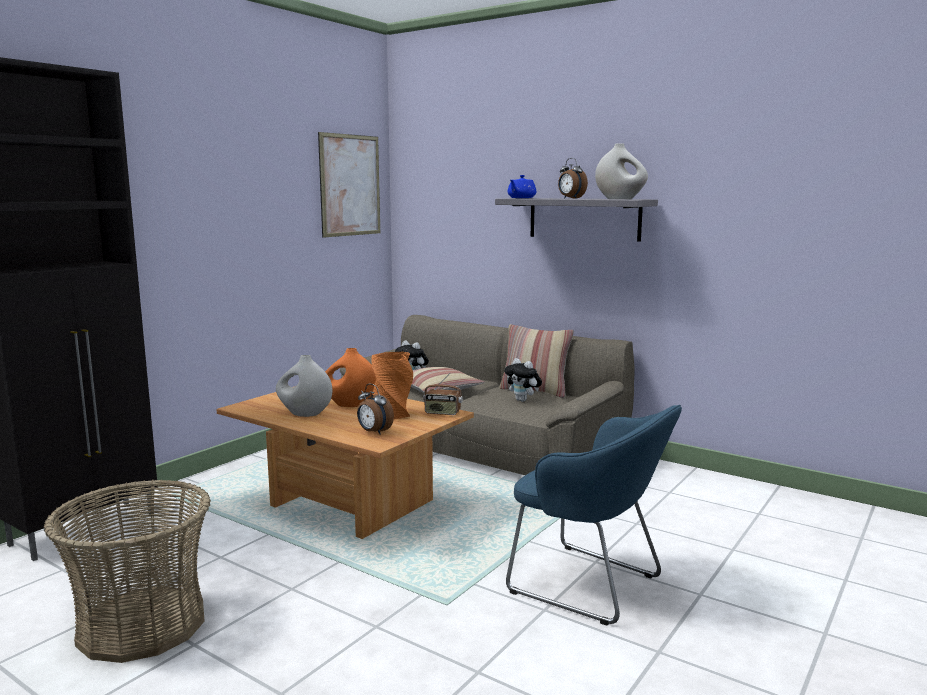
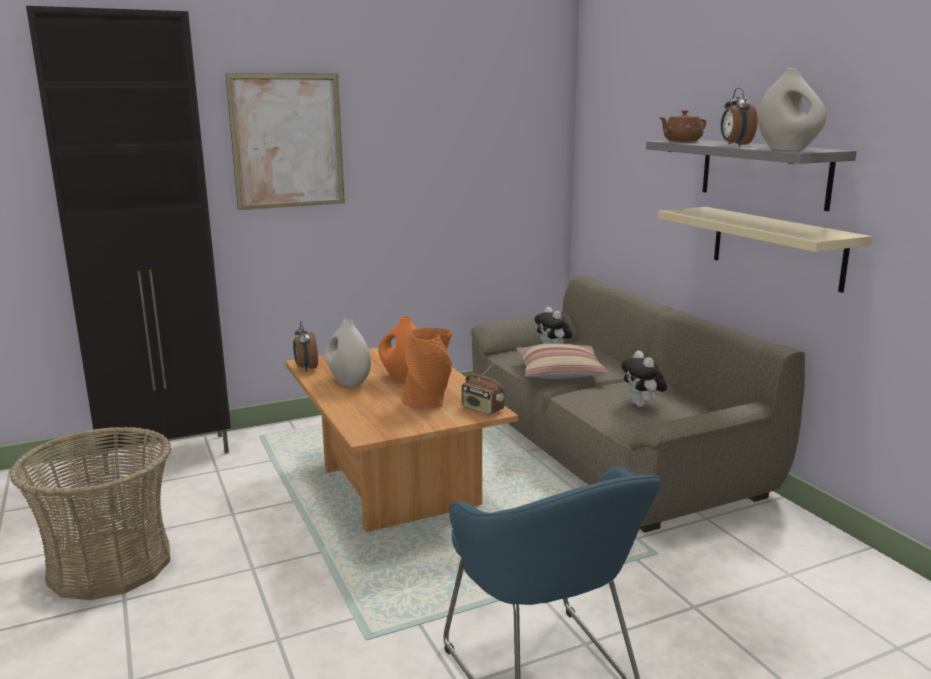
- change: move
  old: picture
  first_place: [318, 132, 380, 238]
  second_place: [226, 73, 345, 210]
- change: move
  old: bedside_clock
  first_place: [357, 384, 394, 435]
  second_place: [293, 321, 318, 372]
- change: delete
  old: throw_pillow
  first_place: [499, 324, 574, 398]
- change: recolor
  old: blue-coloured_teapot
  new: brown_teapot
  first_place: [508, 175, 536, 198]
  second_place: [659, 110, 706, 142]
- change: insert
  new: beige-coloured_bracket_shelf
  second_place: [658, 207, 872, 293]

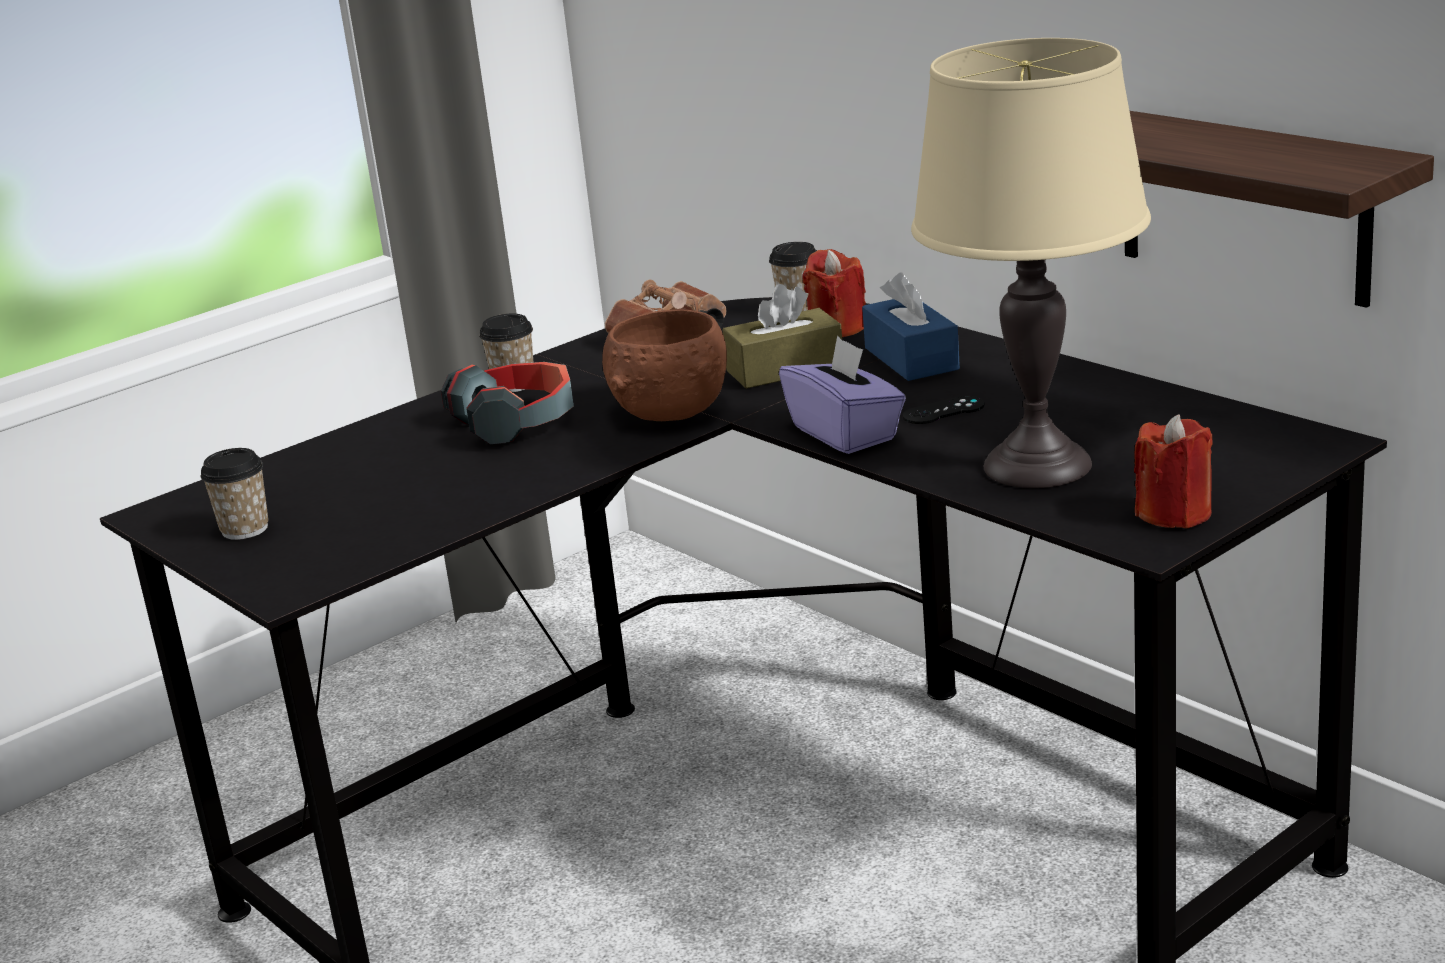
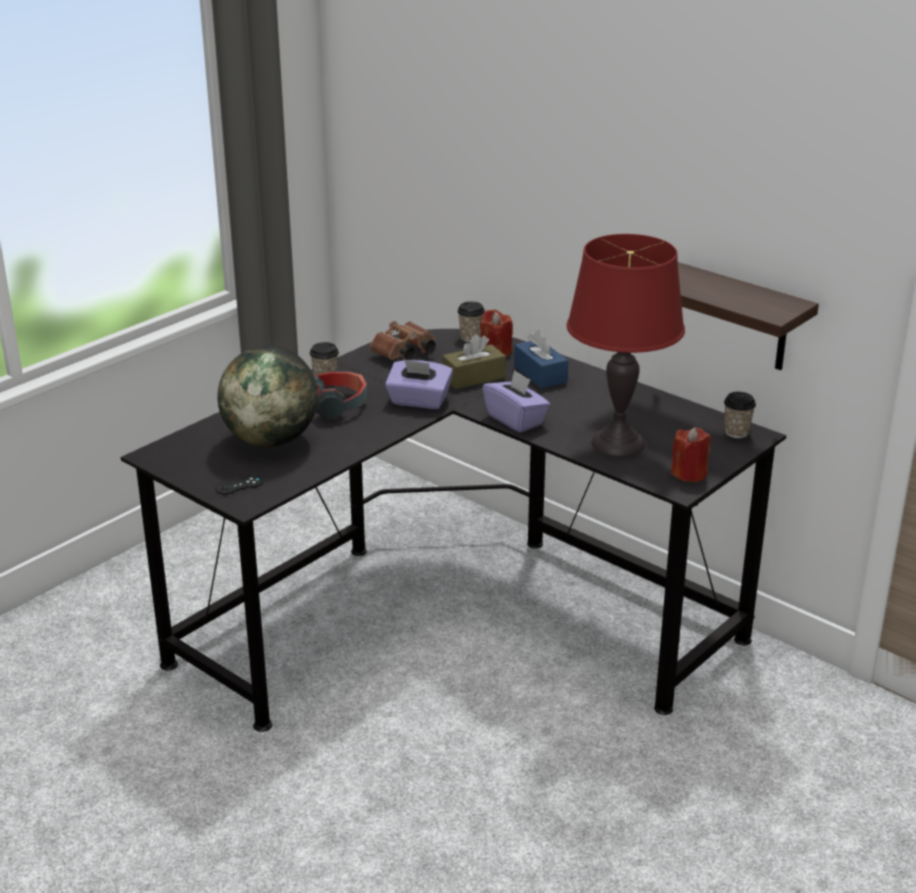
- change: move
  old: drinking_cup
  first_place: [201, 448, 268, 540]
  second_place: [724, 392, 756, 438]
- change: replace
  old: brown_serving_bowl
  new: purple_box_of_tissues
  first_place: [602, 309, 727, 421]
  second_place: [385, 359, 453, 409]
- change: move
  old: black_game_controller
  first_place: [903, 396, 985, 424]
  second_place: [215, 475, 263, 495]
- change: recolor
  old: beige-coloured_table_lamp
  new: red_table_lamp
  first_place: [911, 38, 1151, 488]
  second_place: [567, 234, 685, 457]
- change: insert
  new: world_globe
  second_place: [217, 345, 318, 447]

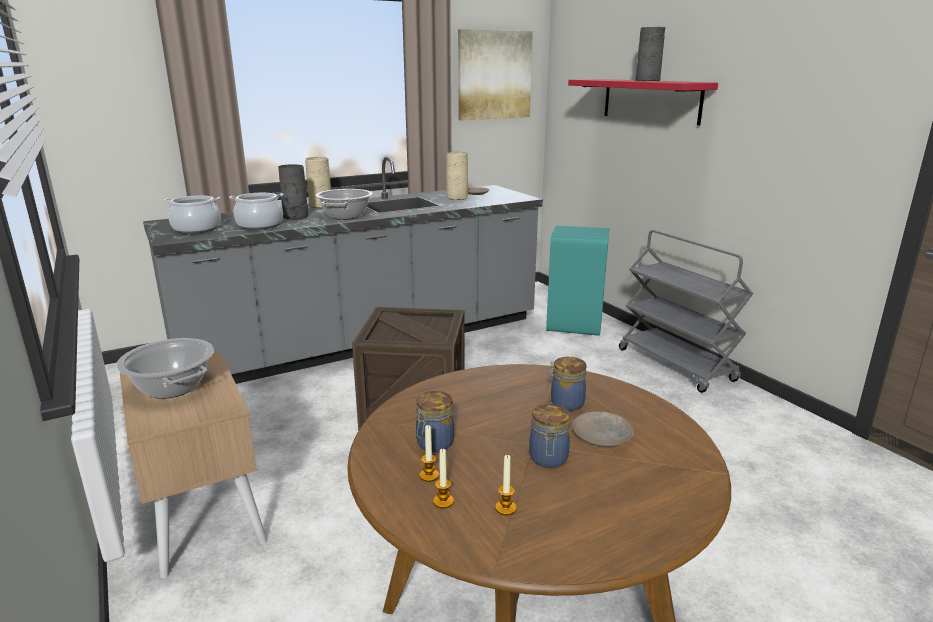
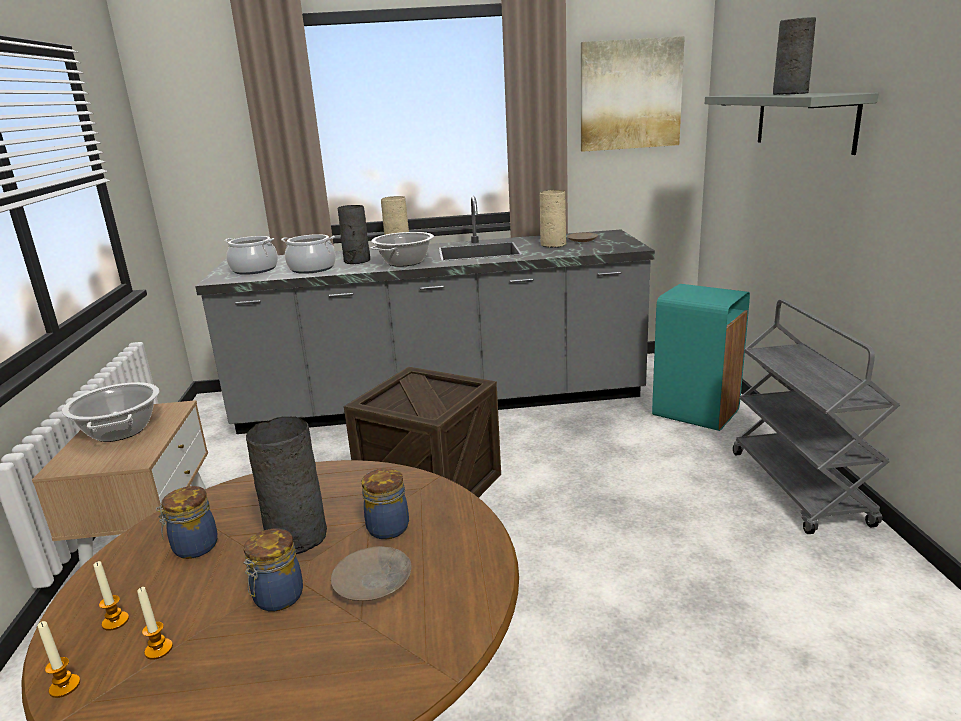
- change: move
  old: candle
  first_place: [419, 425, 439, 482]
  second_place: [38, 621, 80, 698]
- change: recolor
  old: red_bracket_shelf
  new: gray_bracket_shelf
  first_place: [568, 79, 718, 126]
  second_place: [705, 93, 879, 155]
- change: insert
  new: gray_decorative_vase
  second_place: [246, 416, 327, 554]

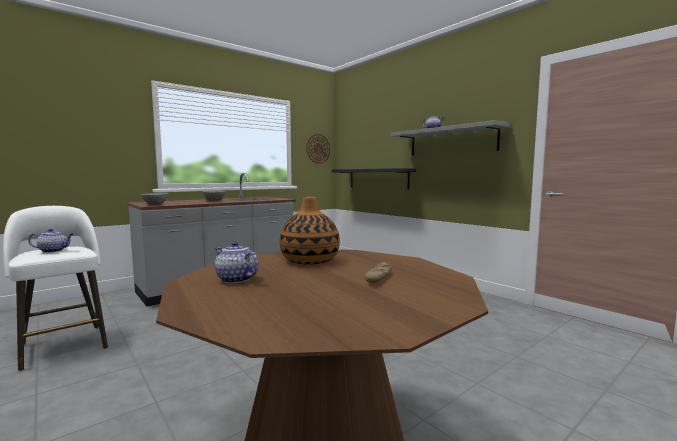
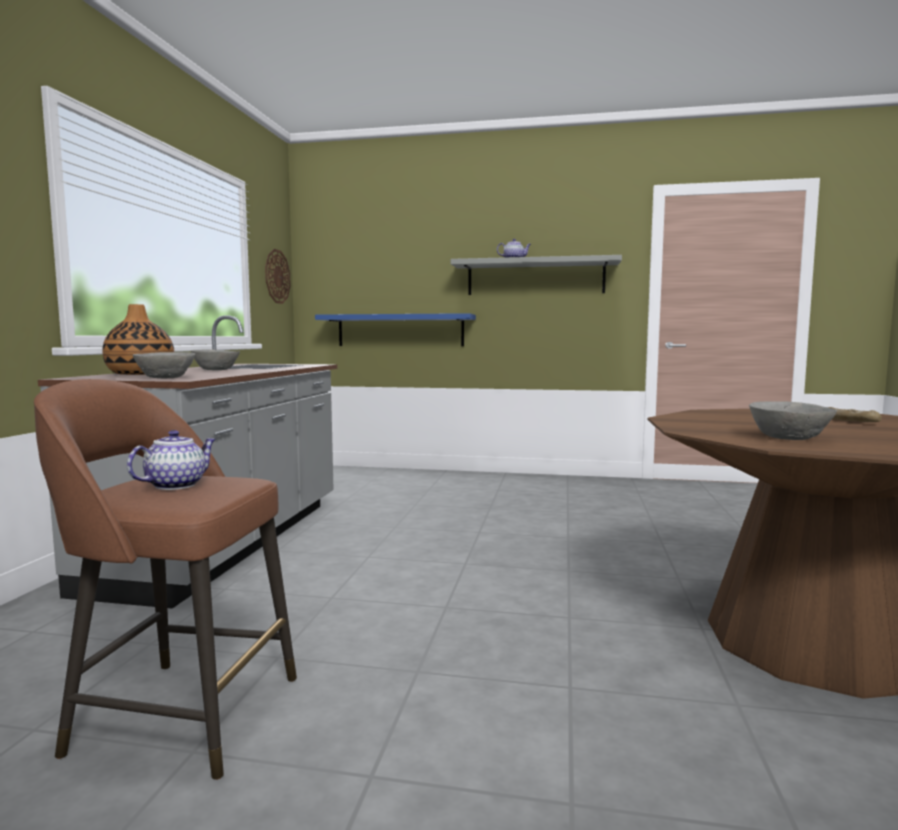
- change: recolor
  old: whitish_stool_seat
  new: brown_stool_seat
  first_place: [3, 206, 108, 371]
  second_place: [34, 379, 297, 780]
- change: replace
  old: teapot
  new: gray_serving_bowl
  first_place: [215, 241, 259, 284]
  second_place: [749, 401, 837, 440]
- change: move
  old: decorative_vase
  first_place: [280, 197, 340, 265]
  second_place: [102, 304, 175, 375]
- change: recolor
  old: black_bracket_shelf
  new: blue-coloured_bracket_shelf
  first_place: [332, 168, 416, 190]
  second_place: [315, 313, 476, 346]

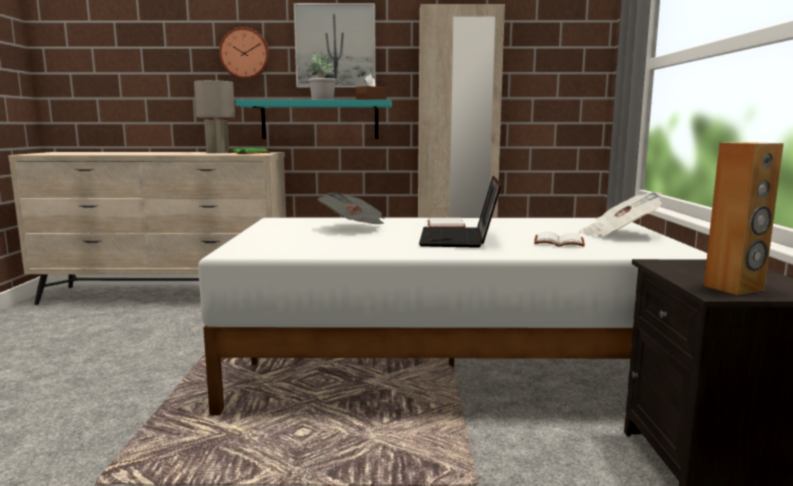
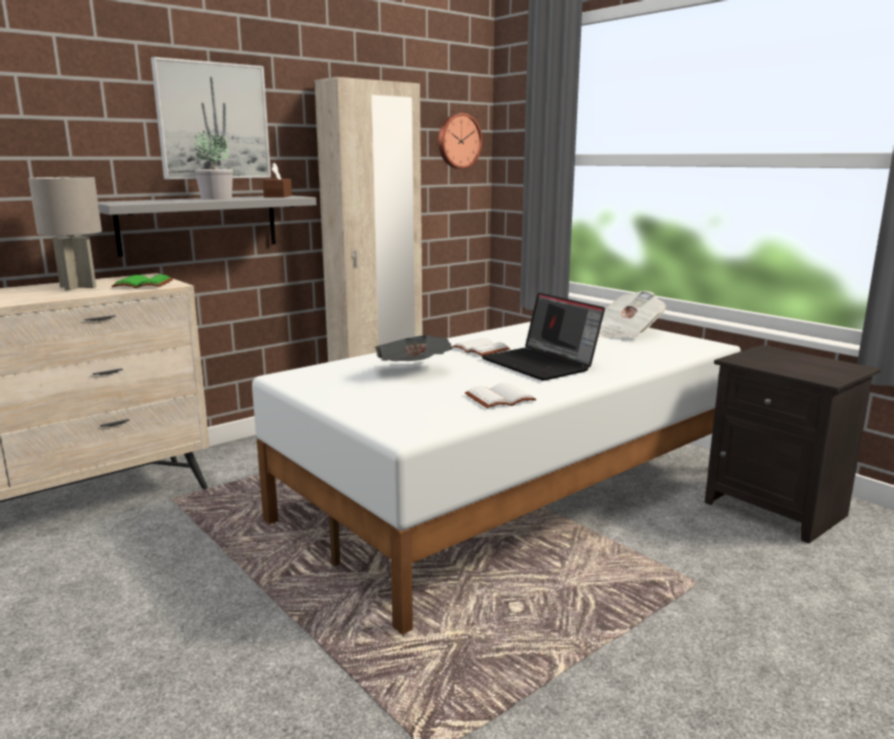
- change: move
  old: clock_on_the_wall
  first_place: [219, 27, 270, 79]
  second_place: [438, 113, 483, 169]
- change: recolor
  old: blue-green_bracket_shelf
  new: gray_bracket_shelf
  first_place: [235, 100, 392, 139]
  second_place: [98, 195, 316, 257]
- change: move
  old: whitish_bound_book
  first_place: [534, 232, 585, 247]
  second_place: [465, 383, 536, 408]
- change: delete
  old: brown_loudspeaker
  first_place: [704, 142, 784, 295]

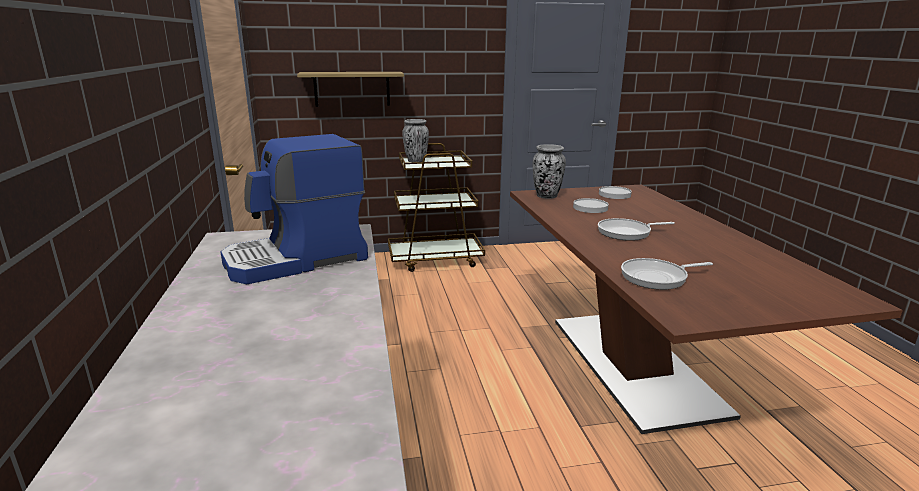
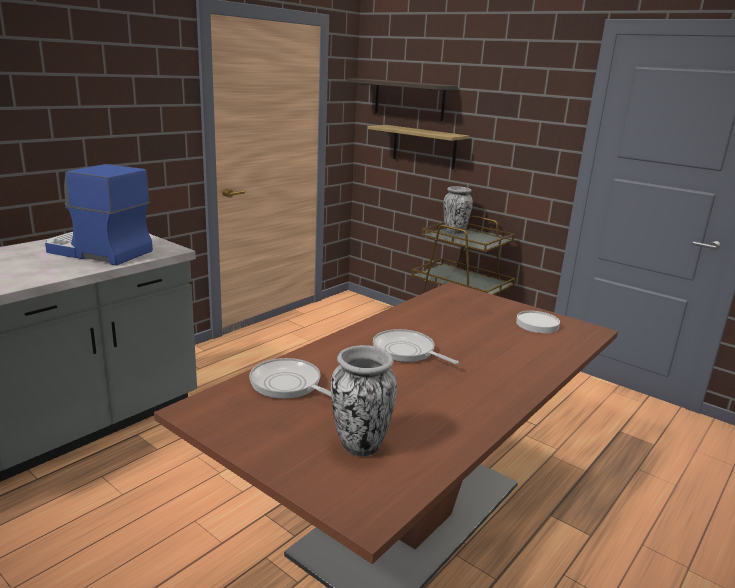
- change: move
  old: decorative_vase
  first_place: [533, 144, 566, 199]
  second_place: [331, 345, 397, 456]
- change: delete
  old: whitish_dinner_plate
  first_place: [573, 198, 609, 213]
- change: insert
  new: bracket_shelf
  second_place: [347, 78, 458, 121]

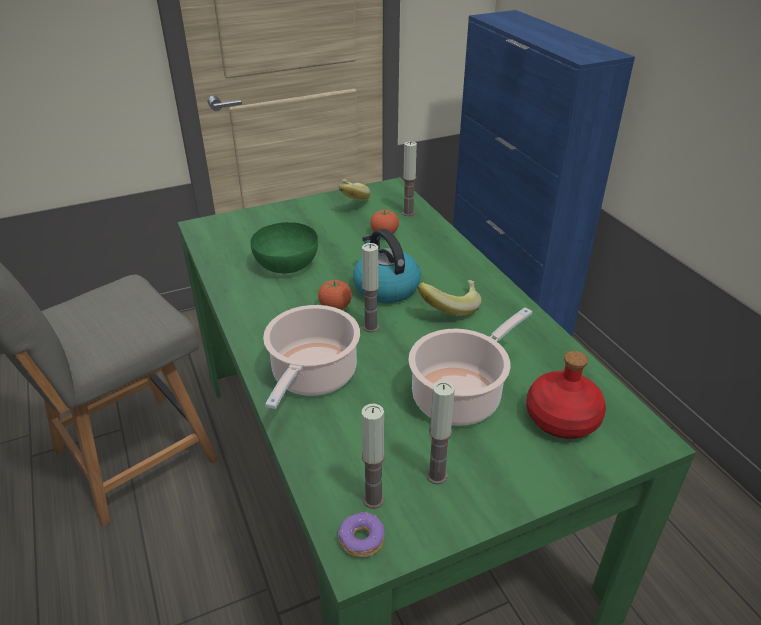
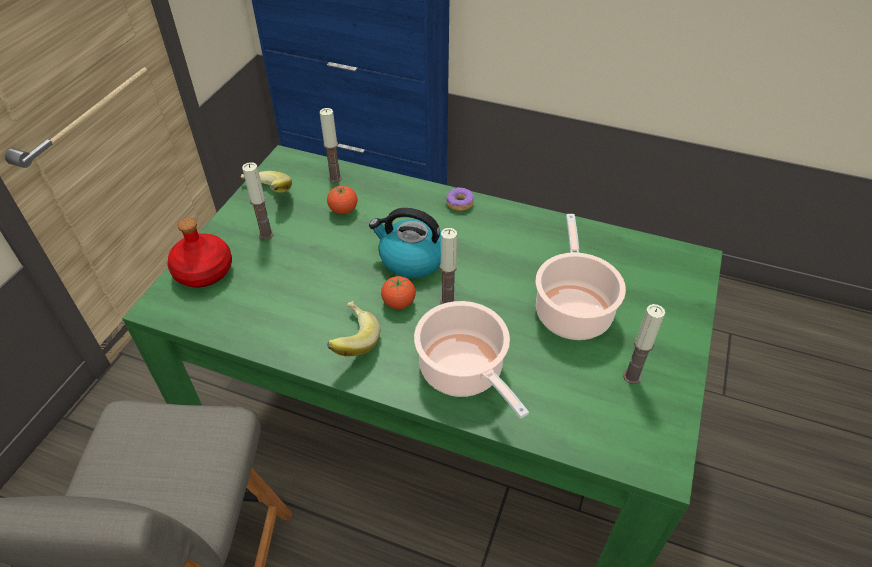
- change: delete
  old: green-coloured_serving_bowl
  first_place: [251, 222, 318, 273]
- change: move
  old: donut
  first_place: [338, 512, 385, 558]
  second_place: [446, 187, 474, 211]
- change: move
  old: candle
  first_place: [362, 404, 385, 509]
  second_place: [242, 162, 274, 239]
- change: move
  old: banana
  first_place: [418, 280, 482, 316]
  second_place: [327, 301, 381, 356]
- change: move
  old: red_beverage_bottle
  first_place: [526, 351, 606, 439]
  second_place: [167, 218, 232, 288]

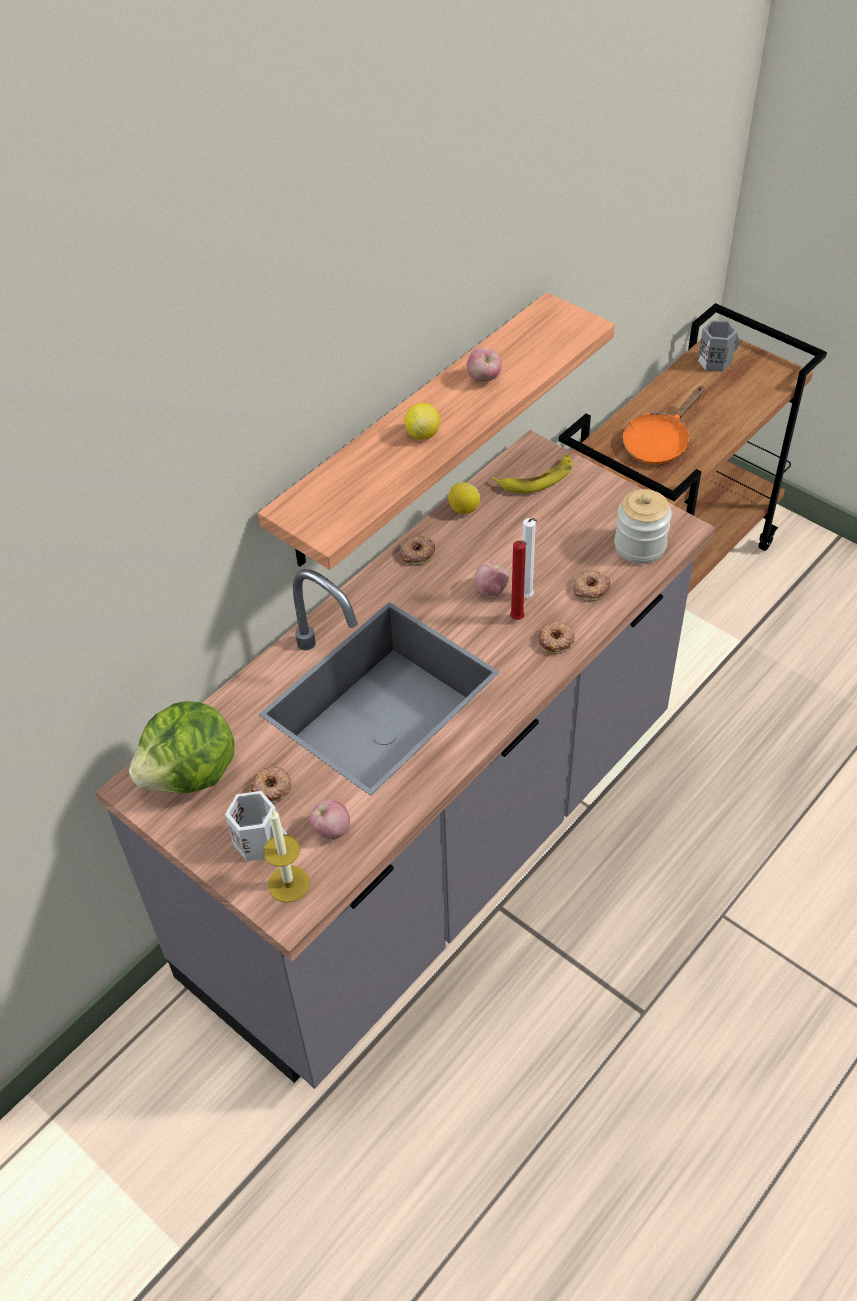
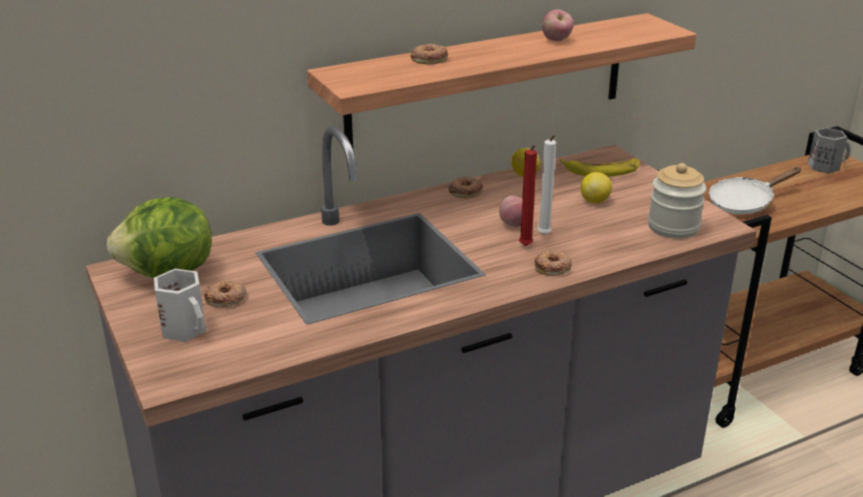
- change: delete
  old: candle
  first_place: [263, 810, 310, 903]
- change: delete
  old: whole_apple
  first_place: [310, 800, 350, 839]
- change: move
  old: lemon
  first_place: [405, 403, 440, 440]
  second_place: [581, 172, 612, 203]
- change: move
  old: donut
  first_place: [573, 570, 610, 601]
  second_place: [411, 43, 448, 64]
- change: recolor
  old: orangey_frying_pan
  new: whitish_frying_pan
  first_place: [623, 386, 705, 464]
  second_place: [709, 167, 801, 214]

